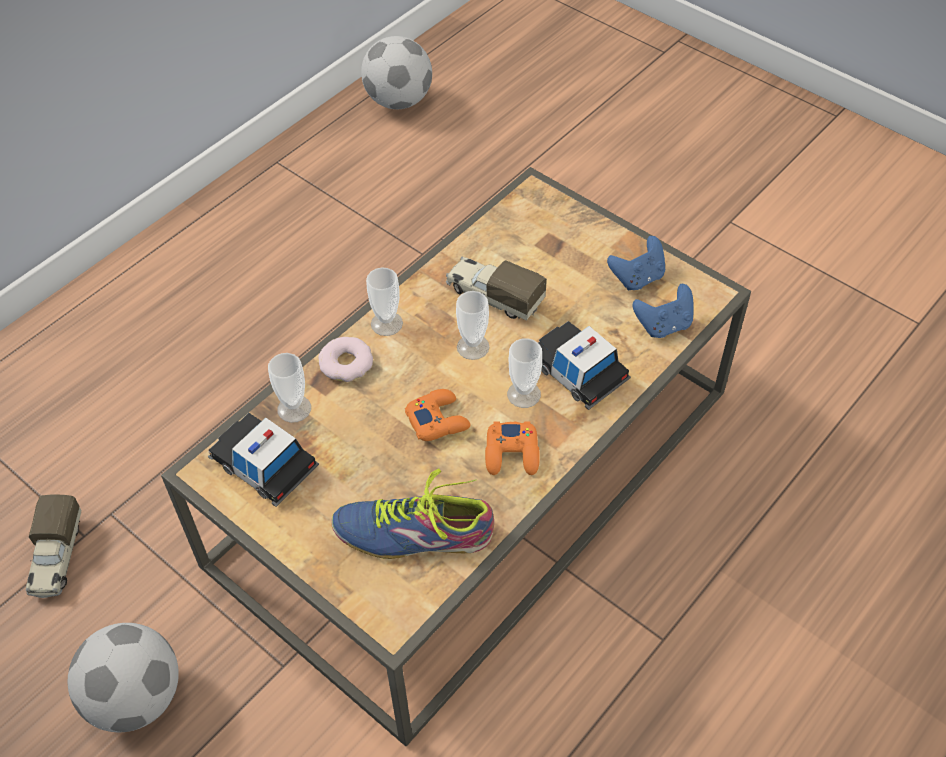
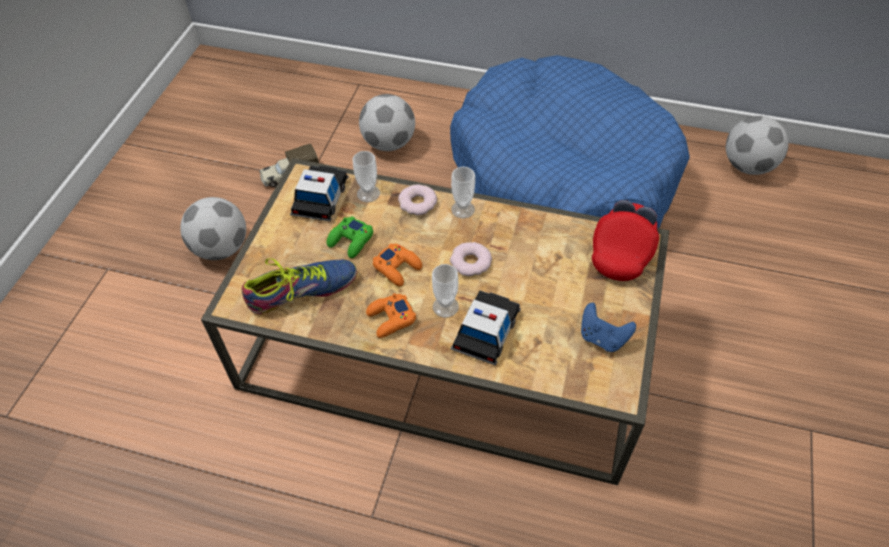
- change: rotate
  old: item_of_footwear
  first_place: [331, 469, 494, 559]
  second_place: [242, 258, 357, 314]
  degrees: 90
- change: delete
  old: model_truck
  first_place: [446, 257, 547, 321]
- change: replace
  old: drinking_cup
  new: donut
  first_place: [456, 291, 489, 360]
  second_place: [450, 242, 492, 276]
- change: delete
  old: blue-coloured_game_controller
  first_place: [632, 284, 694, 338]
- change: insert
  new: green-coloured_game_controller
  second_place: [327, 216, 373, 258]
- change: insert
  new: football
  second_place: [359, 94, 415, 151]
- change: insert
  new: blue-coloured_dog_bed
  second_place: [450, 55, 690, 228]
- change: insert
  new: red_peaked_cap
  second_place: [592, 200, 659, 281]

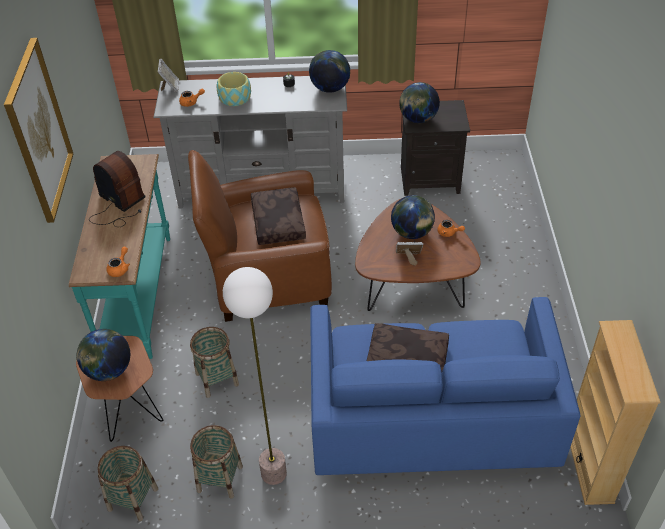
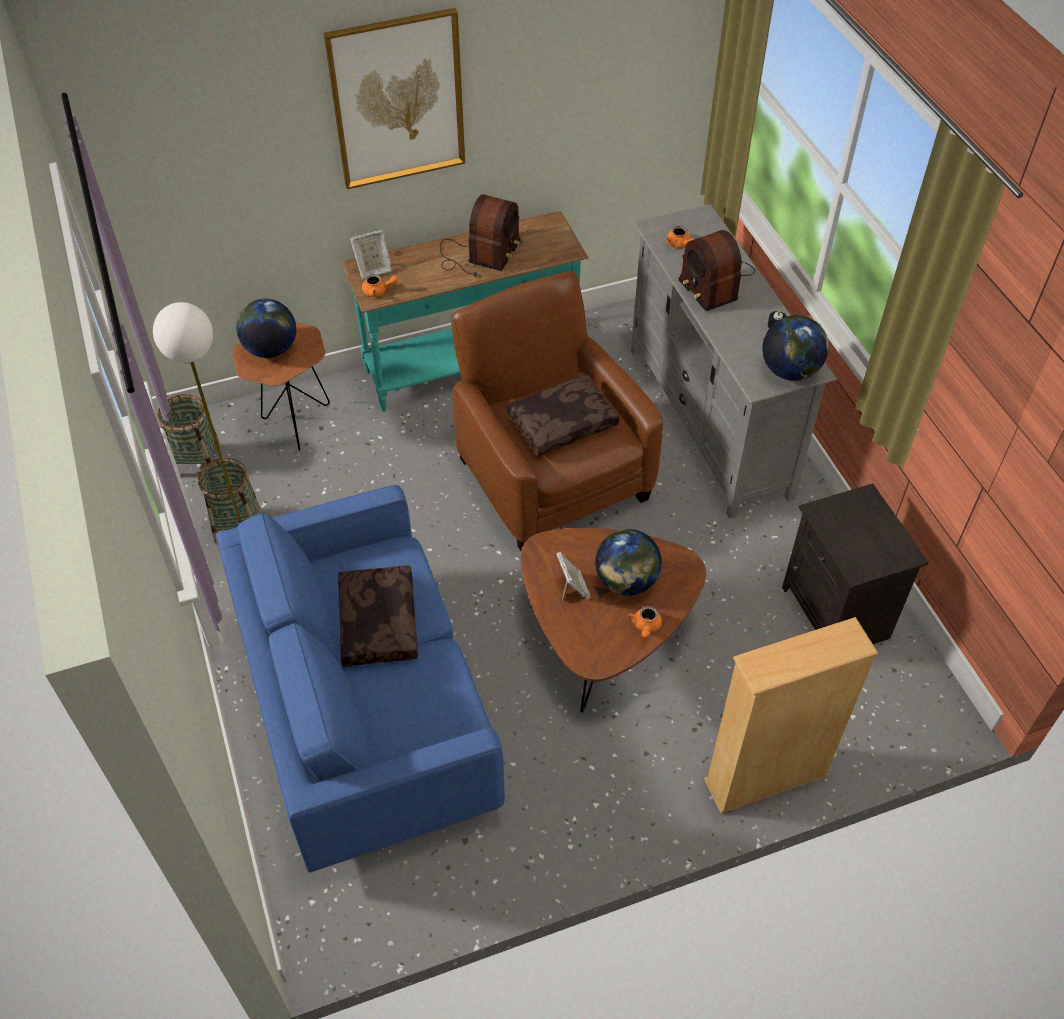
- change: move
  old: picture_frame
  first_place: [158, 59, 179, 93]
  second_place: [350, 230, 392, 279]
- change: delete
  old: storage_basket
  first_place: [190, 327, 239, 398]
- change: replace
  old: serving_bowl
  new: radio_set
  first_place: [217, 72, 251, 106]
  second_place: [678, 230, 755, 311]
- change: delete
  old: world_globe
  first_place: [399, 82, 440, 123]
- change: move
  old: beige-coloured_bookshelf
  first_place: [570, 320, 660, 505]
  second_place: [704, 617, 878, 814]

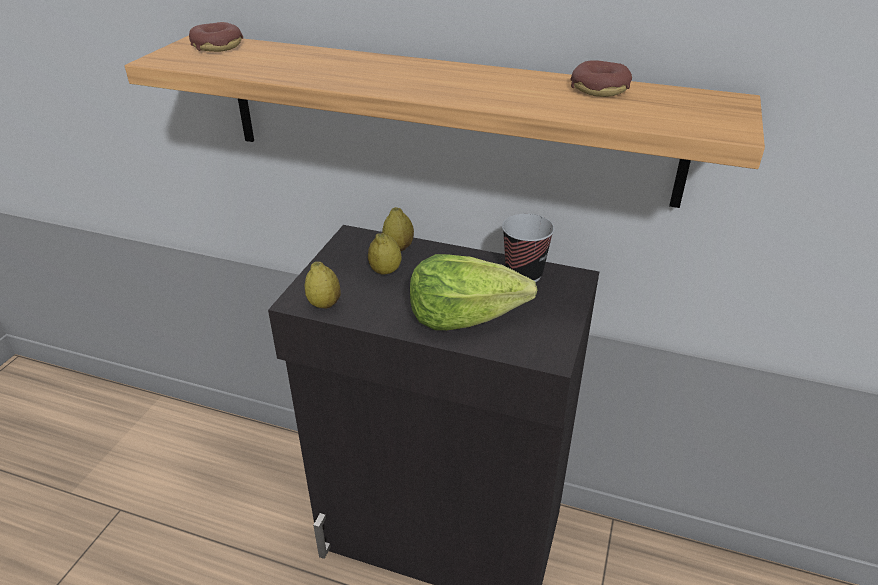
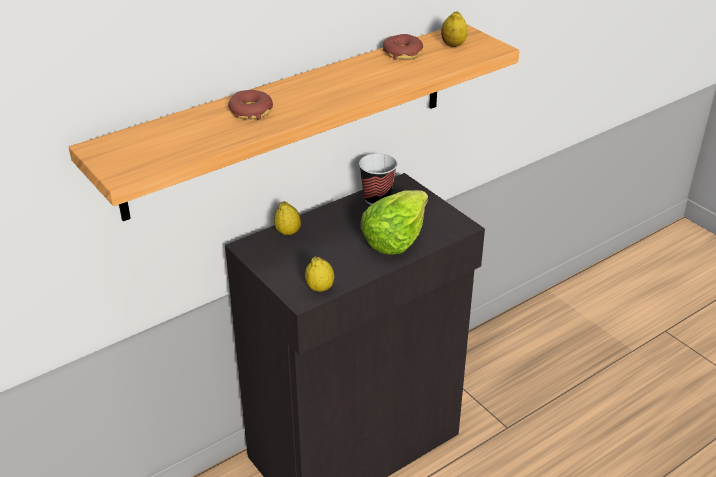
- change: move
  old: donut
  first_place: [189, 22, 243, 52]
  second_place: [228, 90, 273, 120]
- change: move
  old: lemon
  first_place: [368, 233, 402, 275]
  second_place: [441, 11, 468, 47]

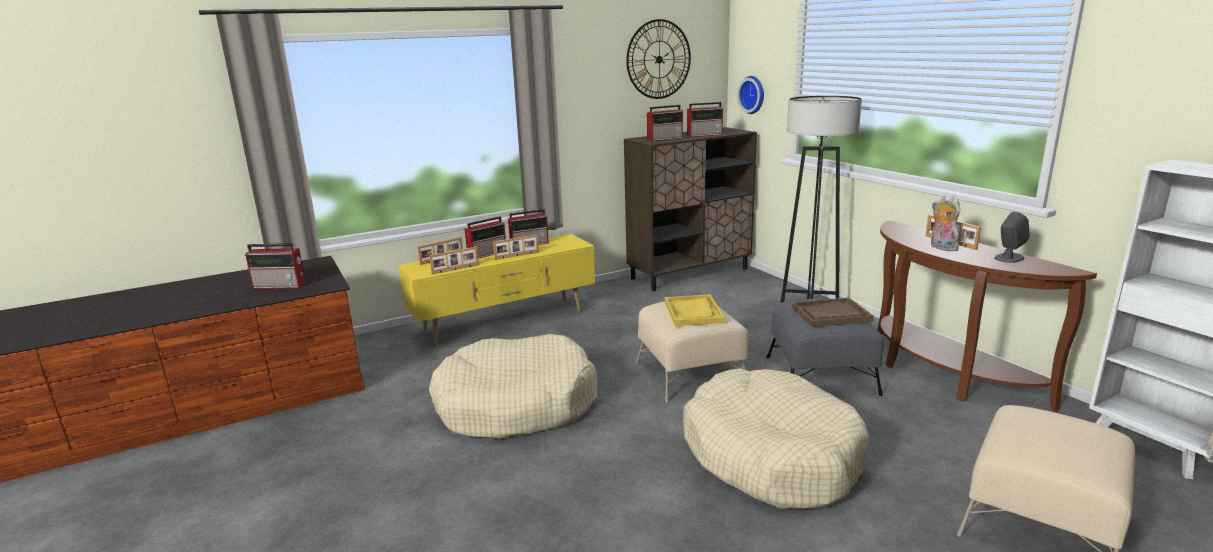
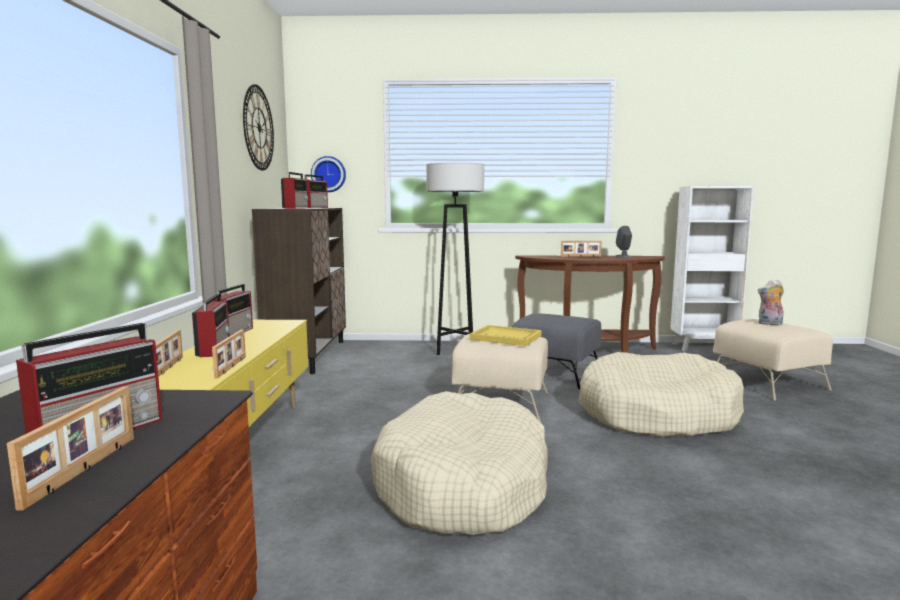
- change: move
  old: picture_frame
  first_place: [493, 235, 539, 260]
  second_place: [7, 386, 134, 511]
- change: delete
  old: brown_carrying_tray
  first_place: [792, 298, 874, 327]
- change: move
  old: cuddly_toy
  first_place: [931, 194, 960, 252]
  second_place: [758, 280, 784, 325]

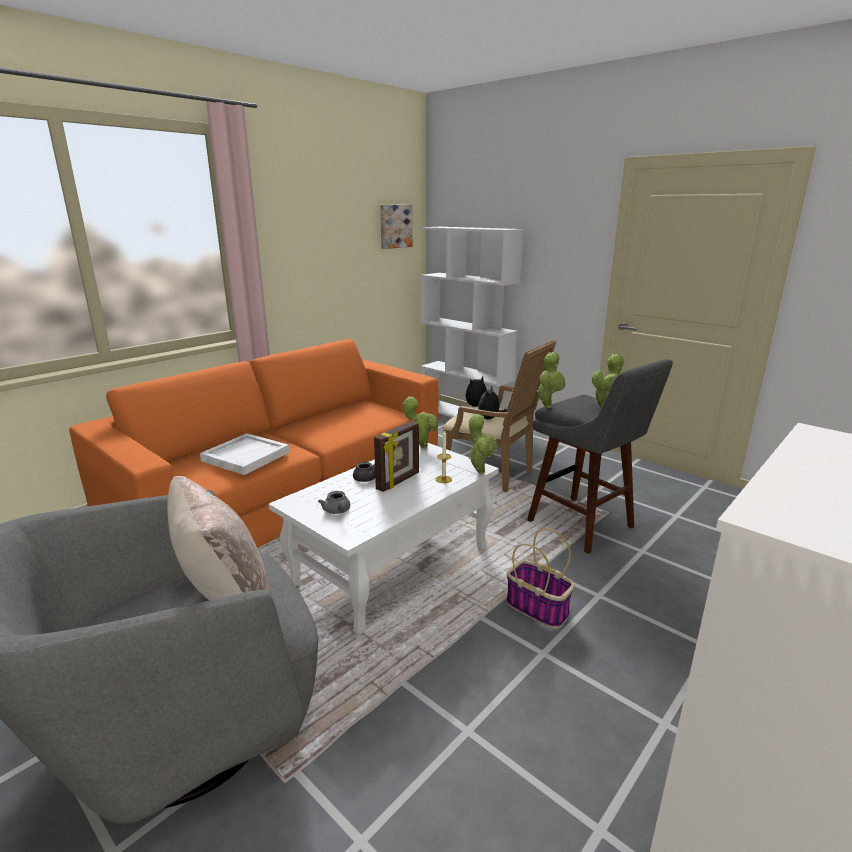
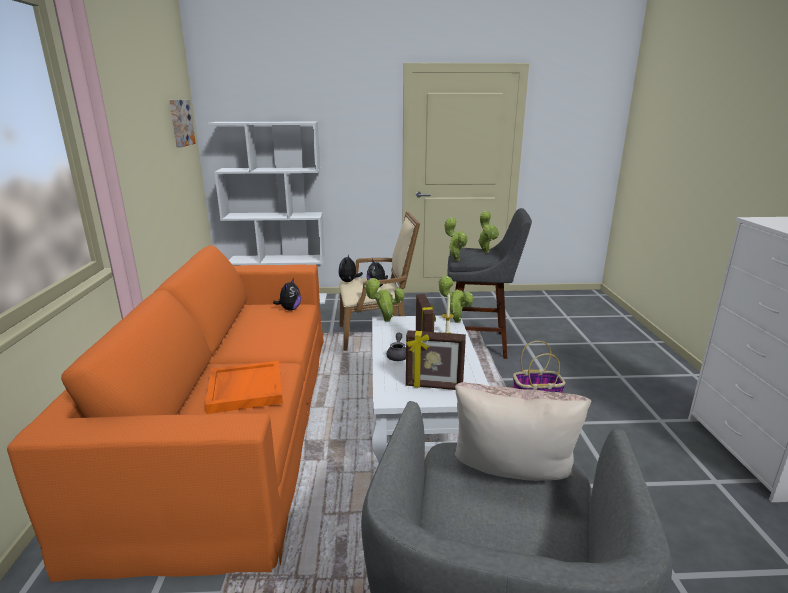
- change: recolor
  old: whitish_carrying_tray
  new: orangey_carrying_tray
  first_place: [200, 433, 290, 475]
  second_place: [205, 361, 283, 414]
- change: replace
  old: gray_teapot
  new: picture_frame
  first_place: [318, 491, 350, 514]
  second_place: [406, 330, 466, 390]
- change: insert
  new: cuddly_toy
  second_place: [273, 278, 301, 311]

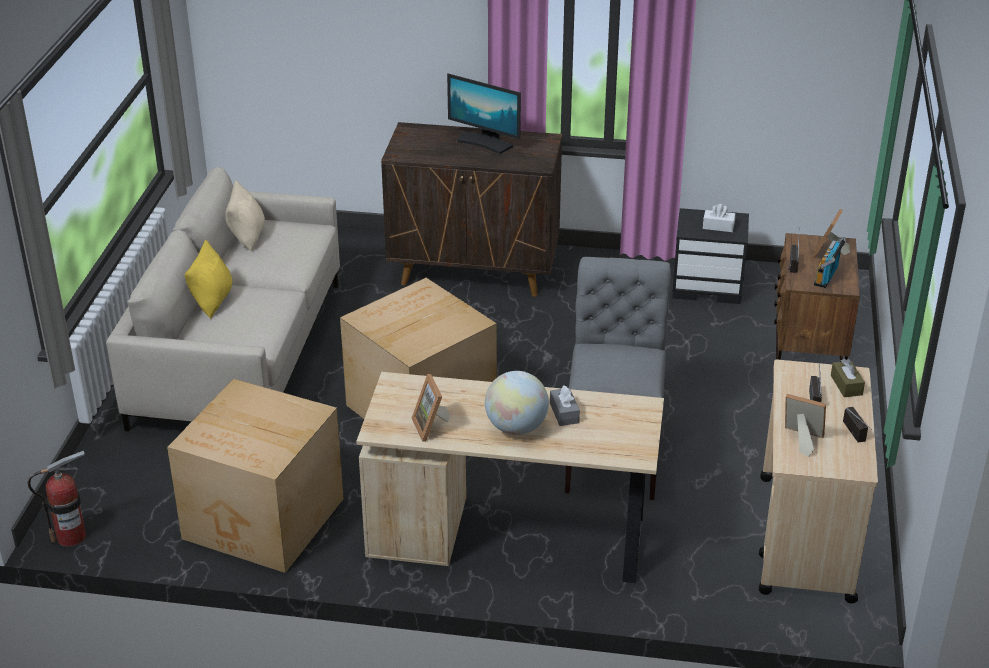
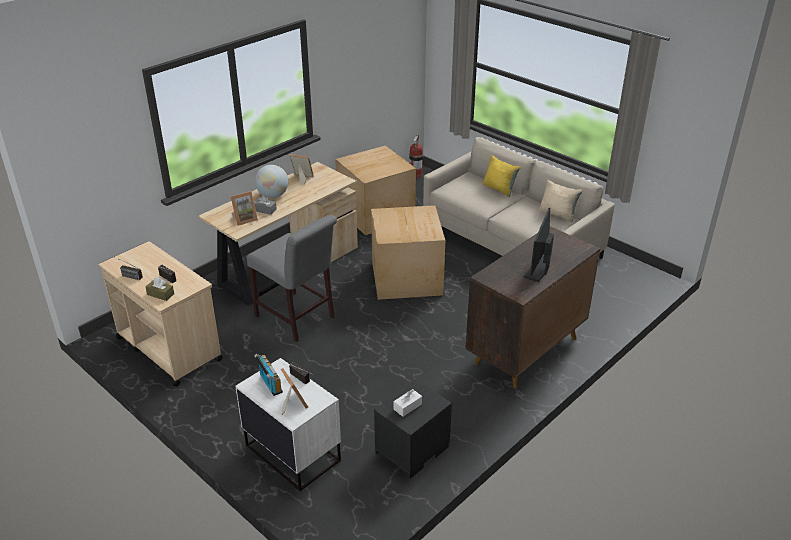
- change: rotate
  old: computer_screen
  first_place: [447, 74, 521, 154]
  second_place: [524, 208, 554, 282]
  degrees: -45
- change: recolor
  old: brown_night_table
  new: whitish_night_table
  first_place: [774, 233, 860, 362]
  second_place: [235, 358, 341, 492]
- change: move
  old: picture_frame
  first_place: [785, 394, 826, 457]
  second_place: [231, 191, 258, 226]

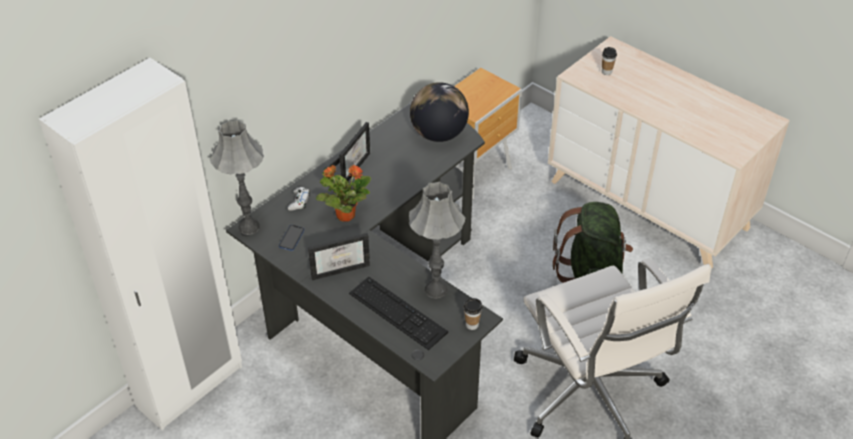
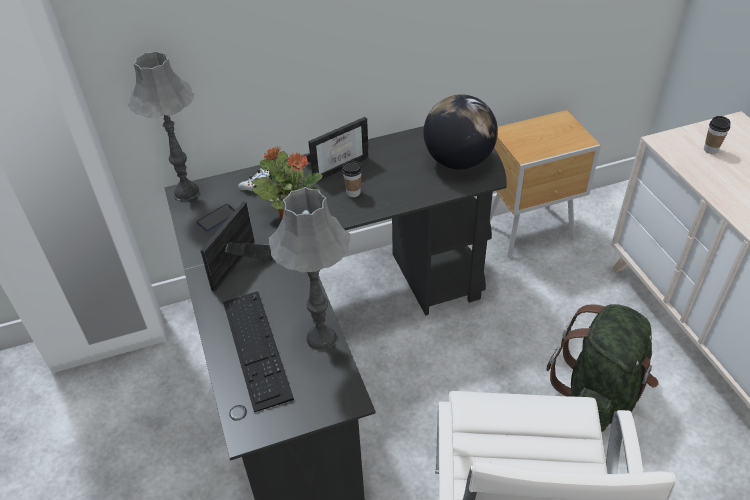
- change: rotate
  old: picture_frame
  first_place: [308, 233, 370, 280]
  second_place: [200, 202, 273, 292]
  degrees: 105
- change: move
  old: drinking_cup
  first_place: [464, 298, 482, 330]
  second_place: [342, 161, 362, 197]

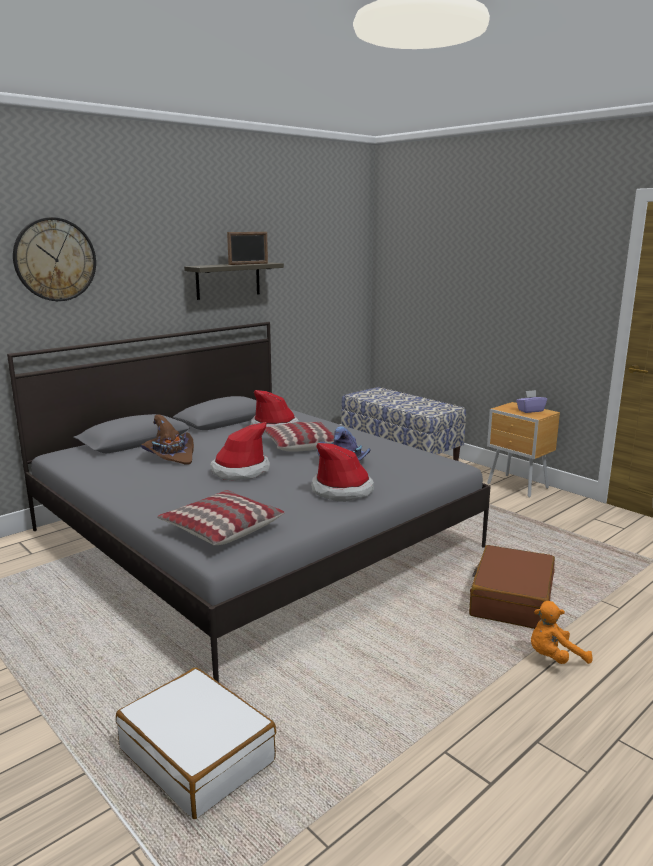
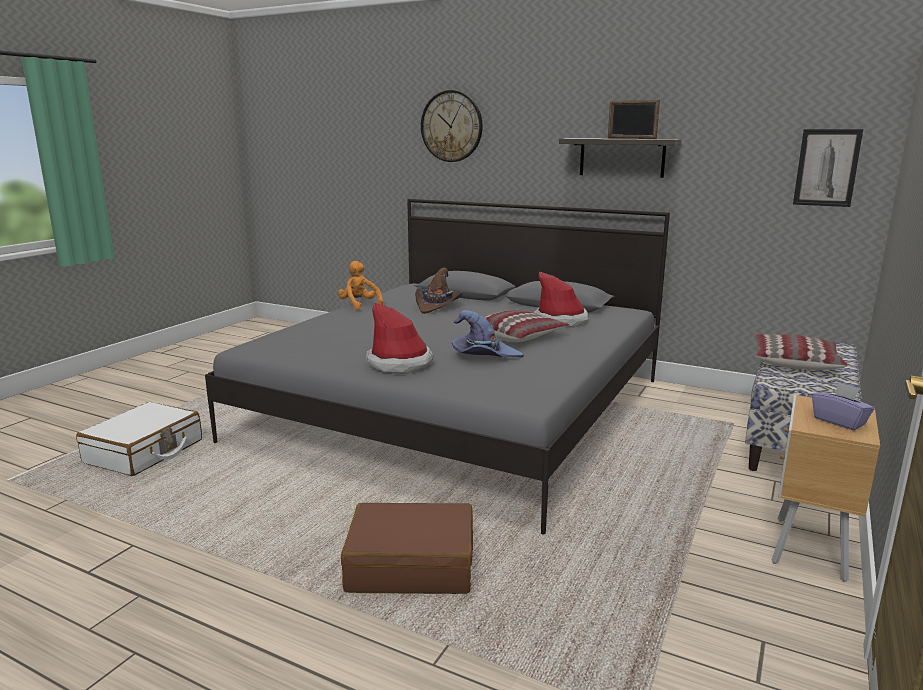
- change: move
  old: throw_pillow
  first_place: [157, 490, 285, 545]
  second_place: [754, 334, 847, 370]
- change: delete
  old: hat
  first_place: [210, 422, 270, 481]
- change: move
  old: orangey_cuddly_toy
  first_place: [531, 601, 593, 664]
  second_place: [338, 261, 383, 310]
- change: insert
  new: picture
  second_place: [793, 129, 863, 207]

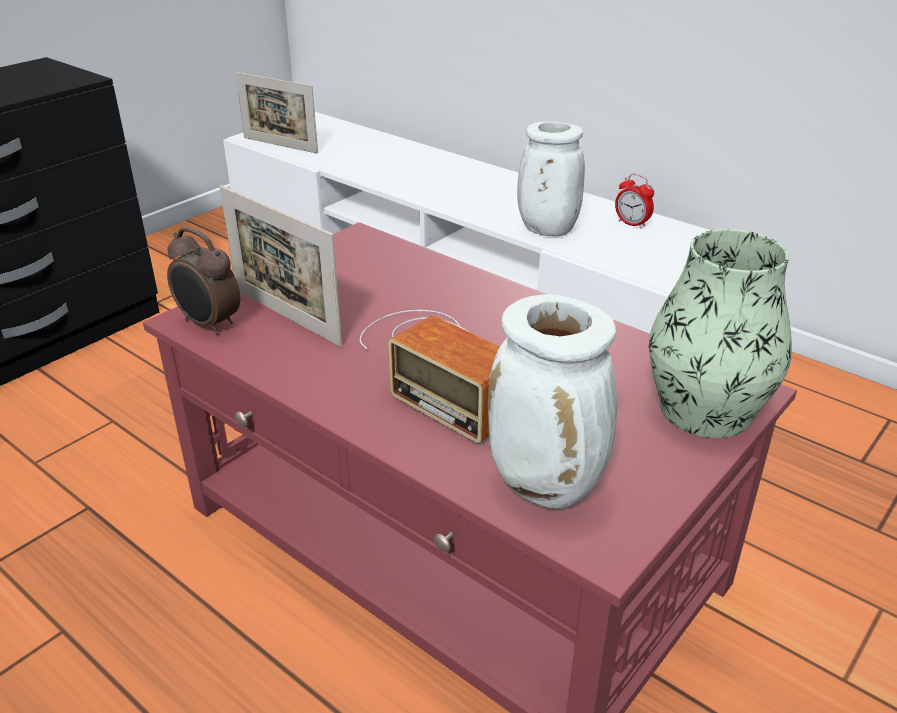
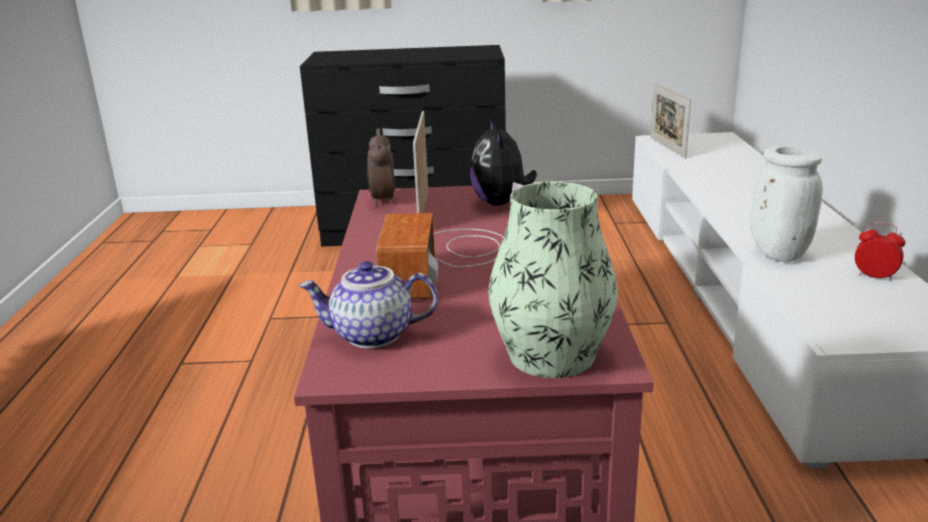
- change: replace
  old: whitish_decorative_vase
  new: teapot
  first_place: [488, 294, 617, 509]
  second_place: [299, 261, 438, 348]
- change: rotate
  old: bedside_clock
  first_place: [615, 174, 654, 229]
  second_place: [855, 222, 906, 281]
  degrees: 120
- change: insert
  new: cuddly_toy
  second_place: [470, 119, 537, 206]

